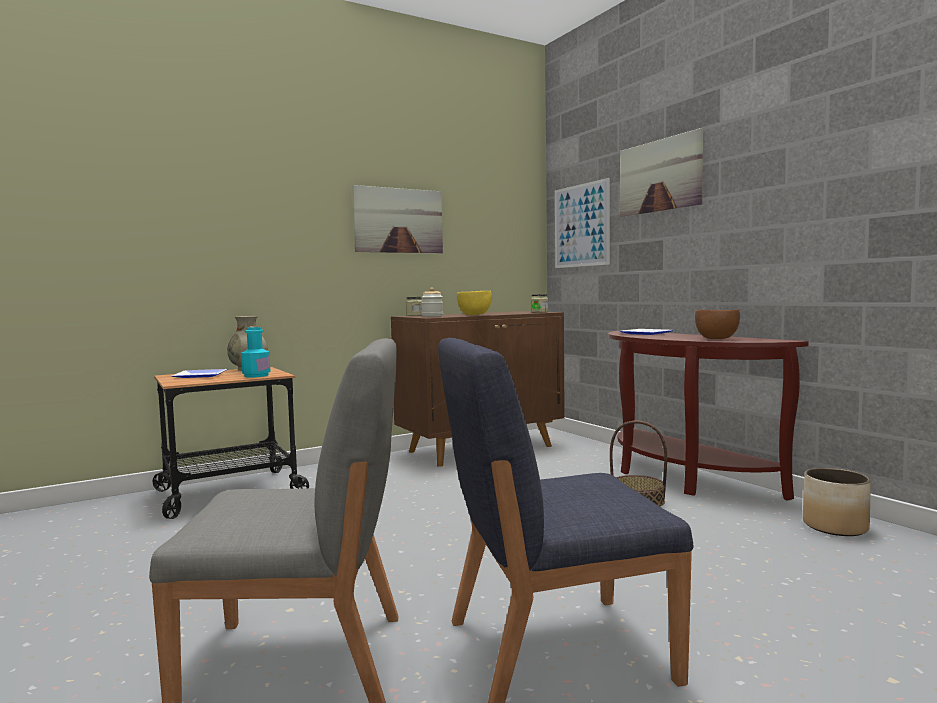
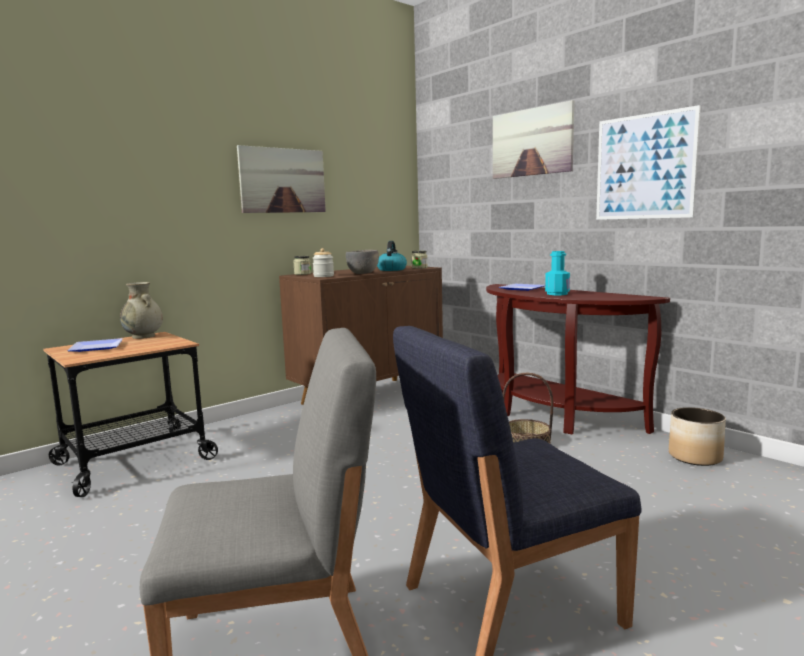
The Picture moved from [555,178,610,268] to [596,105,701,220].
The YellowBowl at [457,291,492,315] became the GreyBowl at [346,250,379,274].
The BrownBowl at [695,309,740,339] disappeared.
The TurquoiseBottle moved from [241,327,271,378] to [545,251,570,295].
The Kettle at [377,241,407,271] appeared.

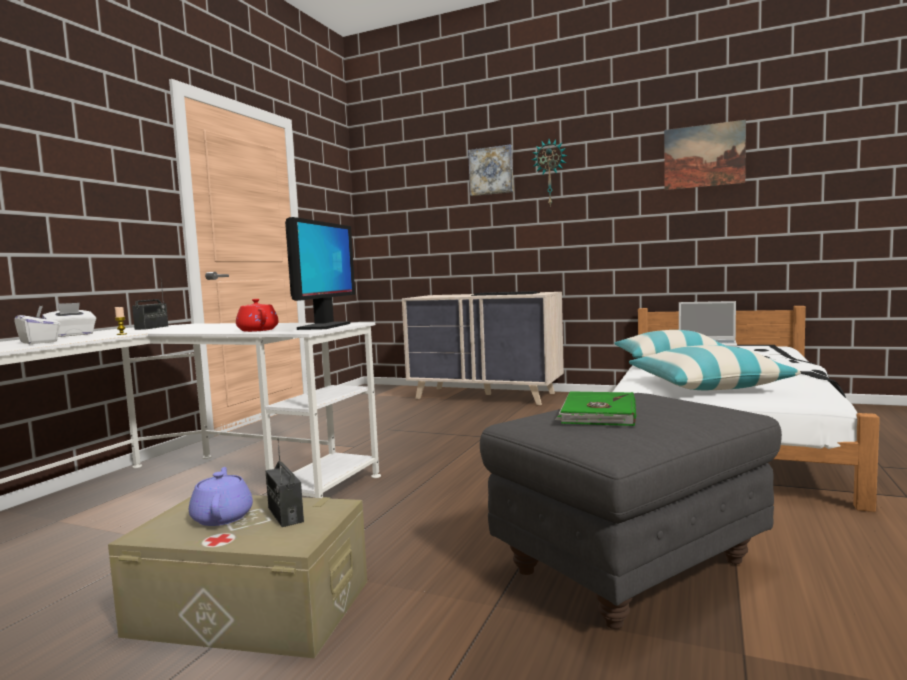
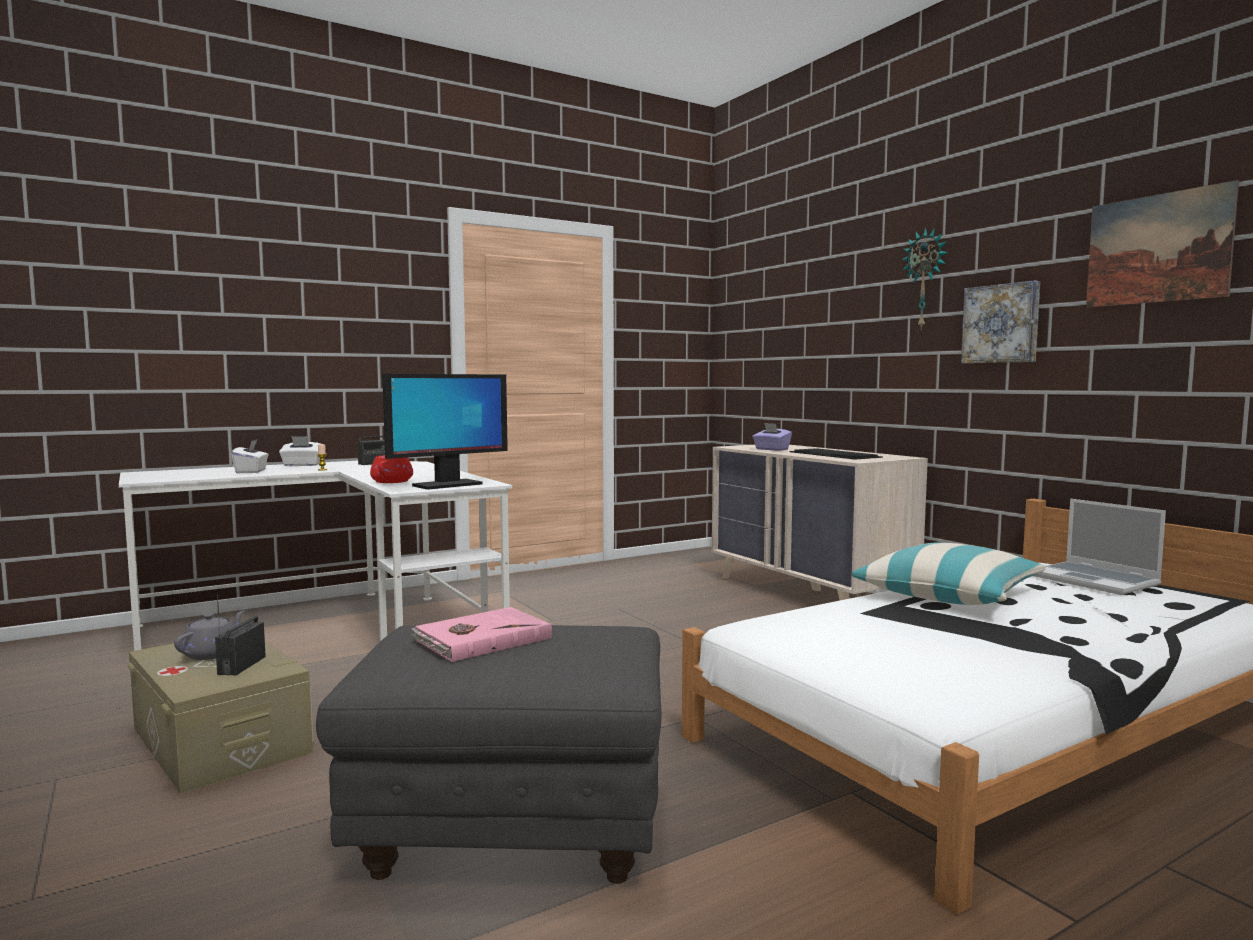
The Picture moved from [468,144,514,196] to [961,280,1040,363].
The Pillow at [629,345,801,390] disappeared.
The GreenBook at [555,392,636,426] became the PinkBook at [411,607,552,662].
The PurpleTeapot at [189,467,253,526] became the GreyTeapot at [174,610,245,660].
The PurpleTissueBox at [753,423,792,451] appeared.

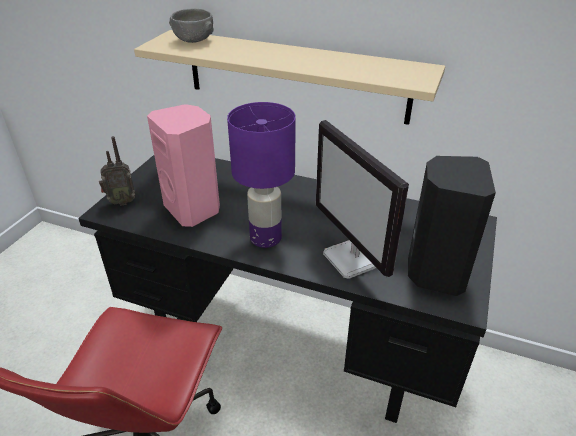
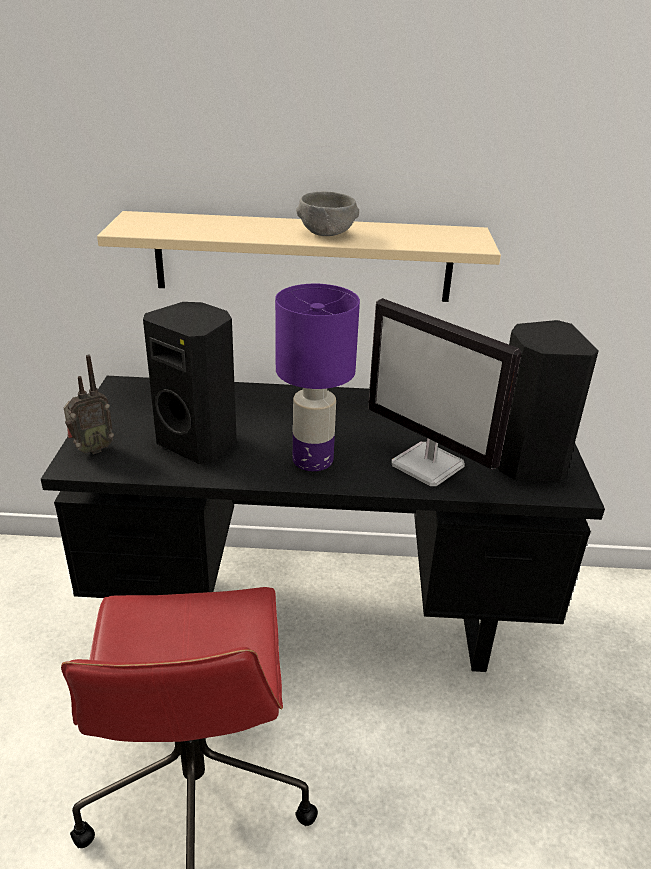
The GreyBowl moved from [169,9,214,43] to [296,192,359,236].
The PinkSpeaker at [147,104,220,227] became the BlackSpeaker at [143,302,237,464].

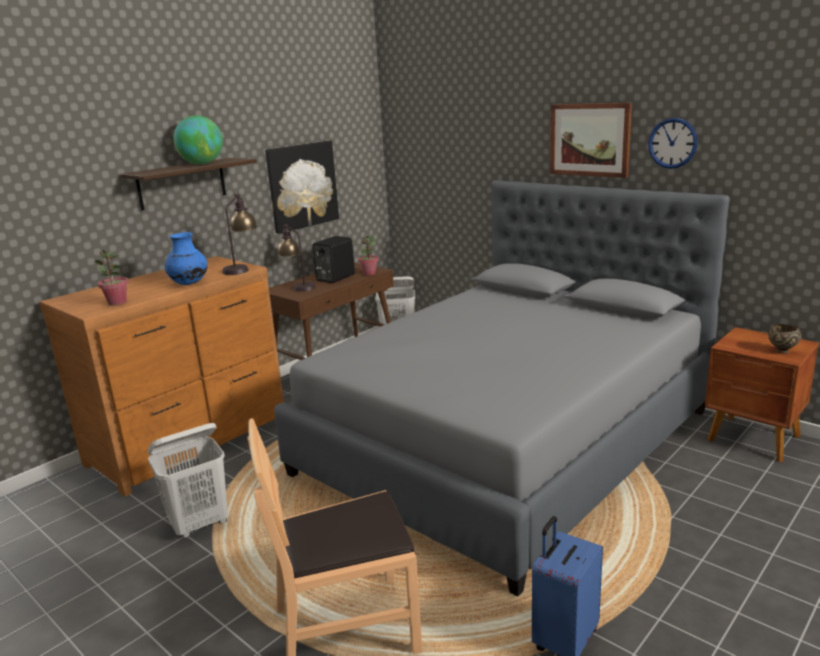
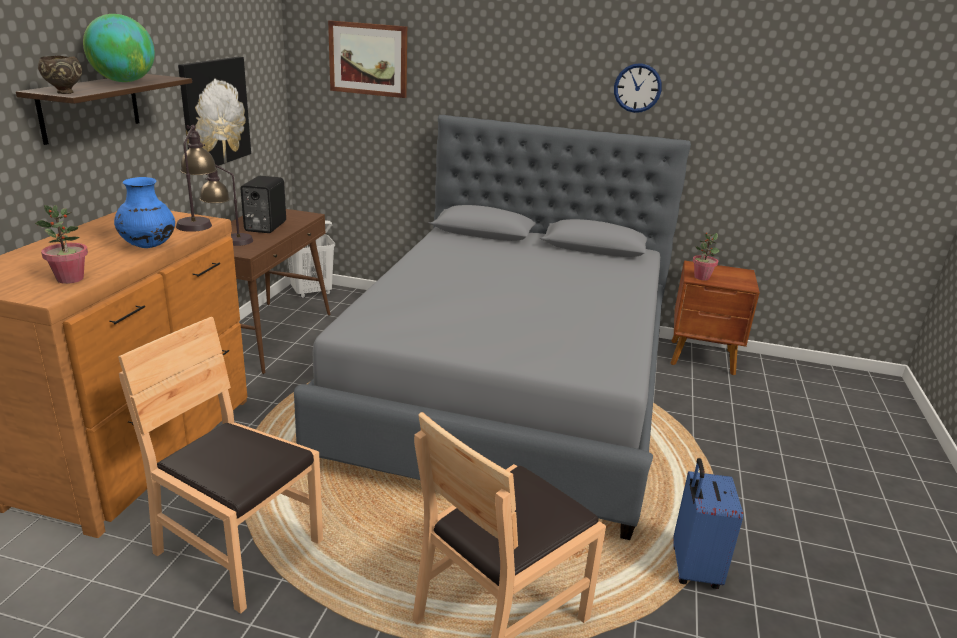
The Picture moved from [550,103,632,178] to [328,21,407,98].
The PottedPlant moved from [358,235,379,275] to [692,233,719,281].
The BrownBowl moved from [768,324,801,354] to [38,56,82,94].
The WhiteLaundryBasket at [147,423,228,538] was replaced by the BrownChair at [118,317,323,614].

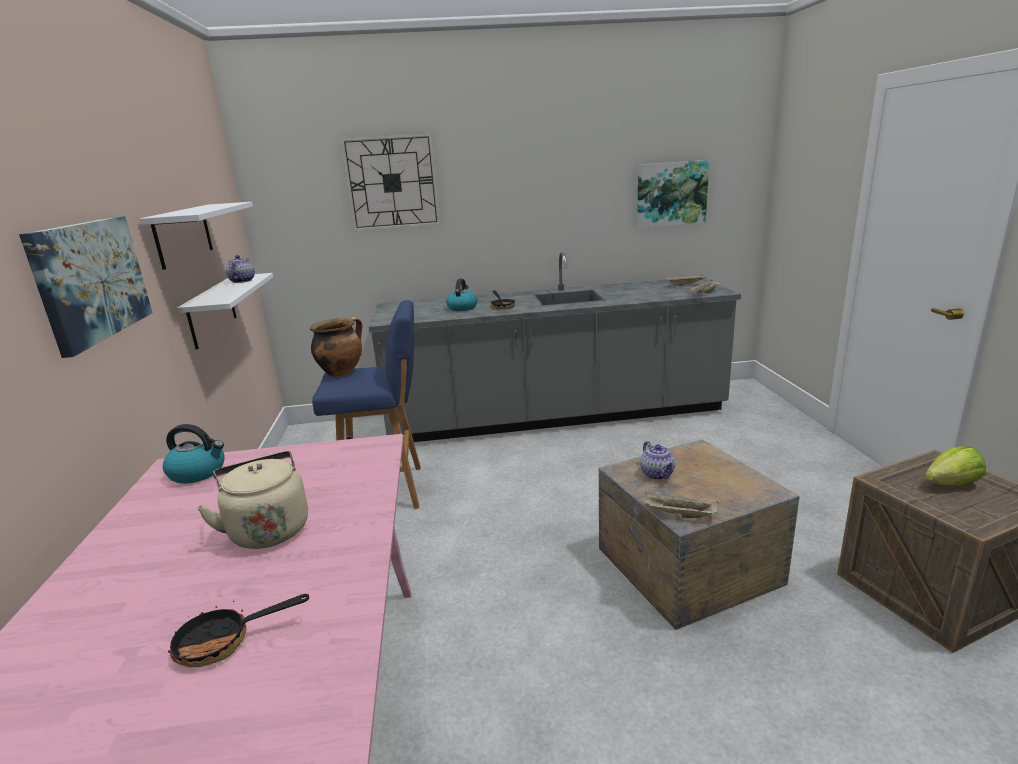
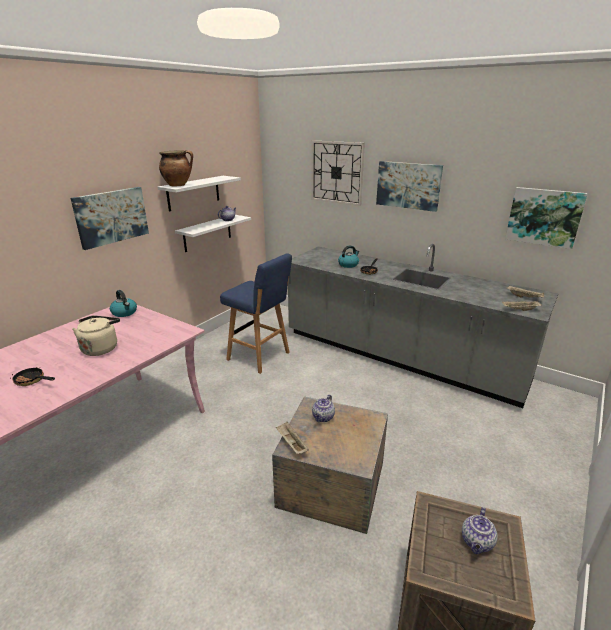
The CookingPot moved from [310,317,362,377] to [159,150,193,186].
The Lettuce at [925,446,986,485] was replaced by the Teapot at [462,507,498,554].
The Picture at [376,161,443,212] appeared.

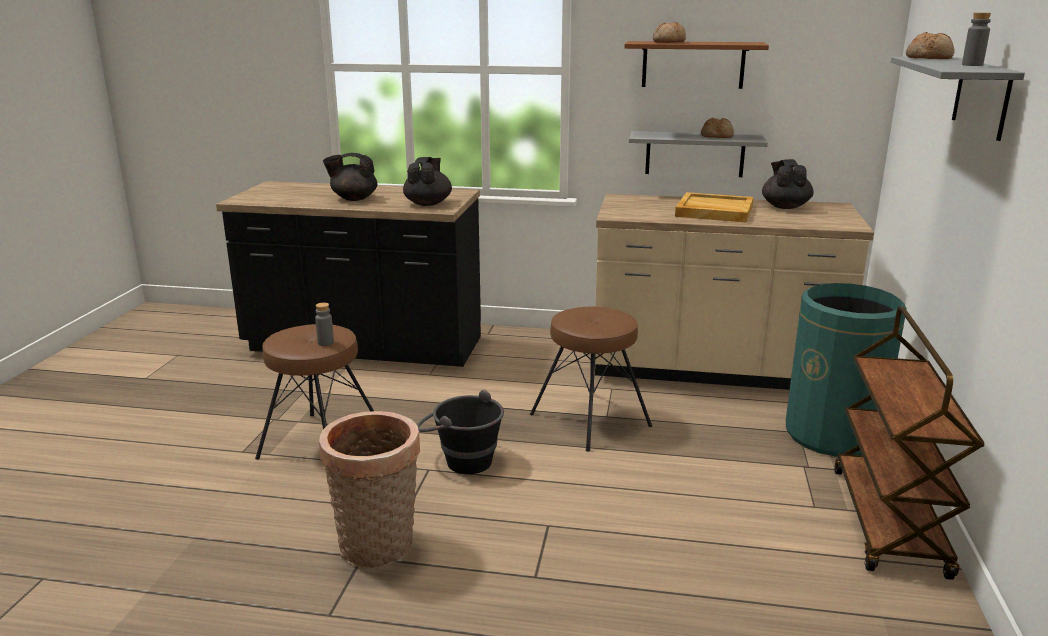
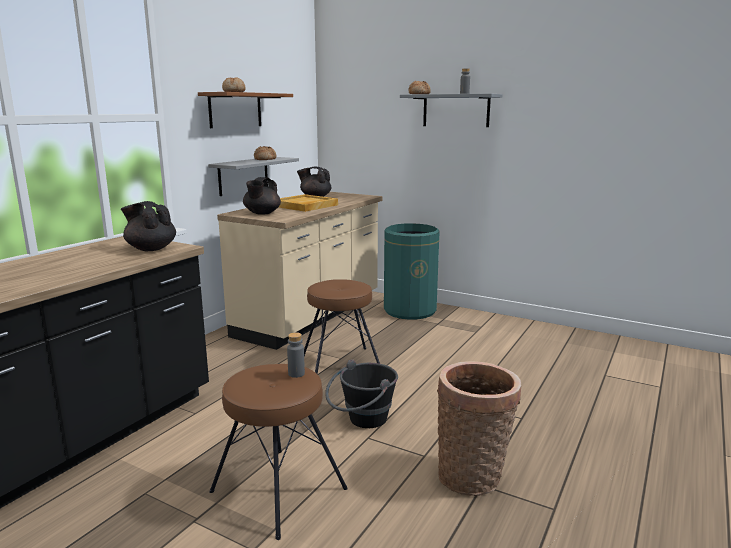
The BlackTeapot moved from [323,153,377,201] to [243,177,281,215].
The BrownCart at [834,306,984,580] disappeared.

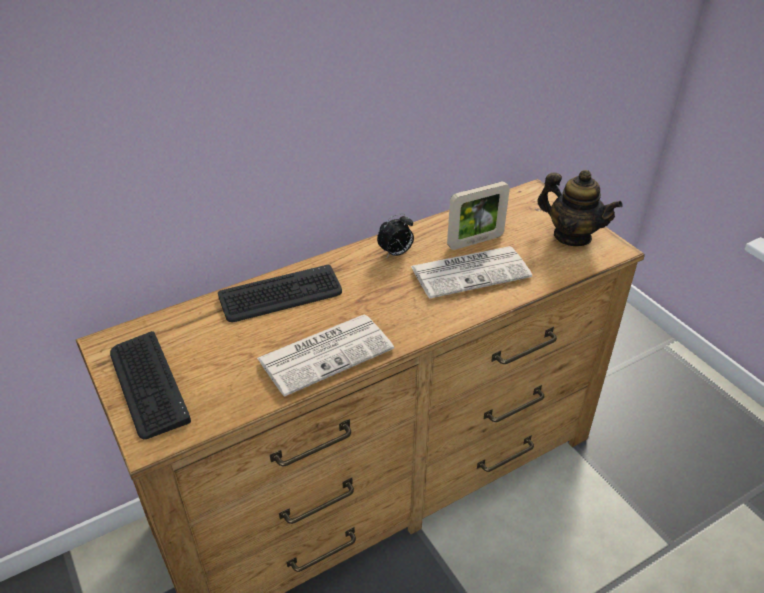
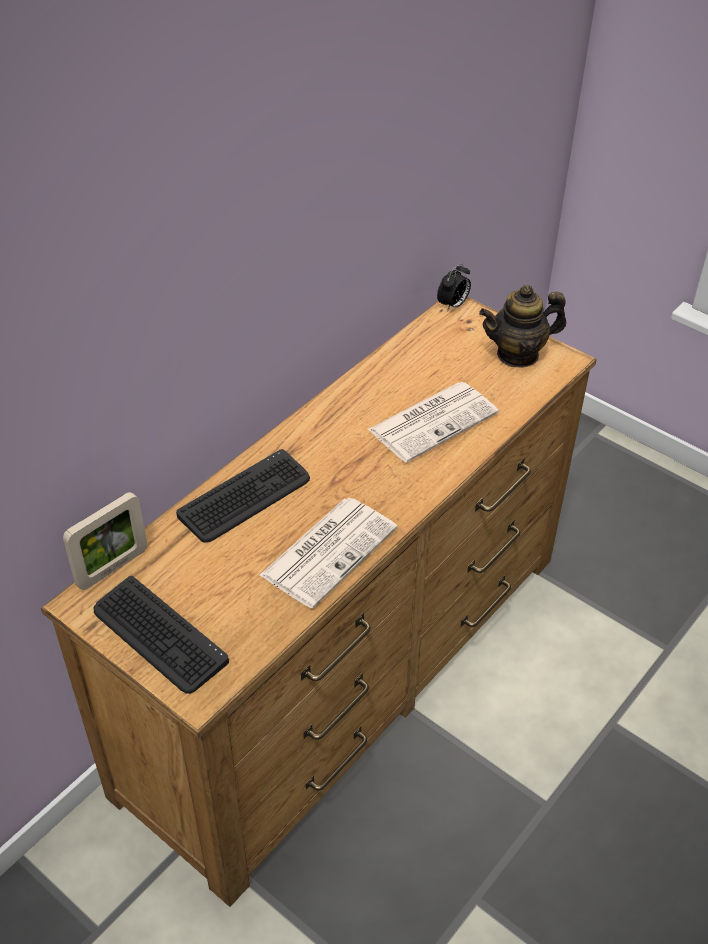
The Teapot at [537,170,623,246] turned 150 degrees clockwise.
The PictureFrame moved from [447,181,510,250] to [63,492,147,590].
The AlarmClock moved from [377,213,414,257] to [437,263,471,312].

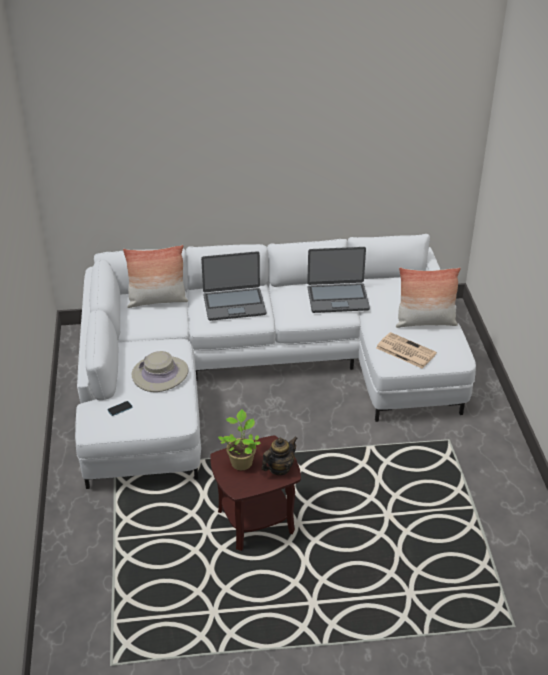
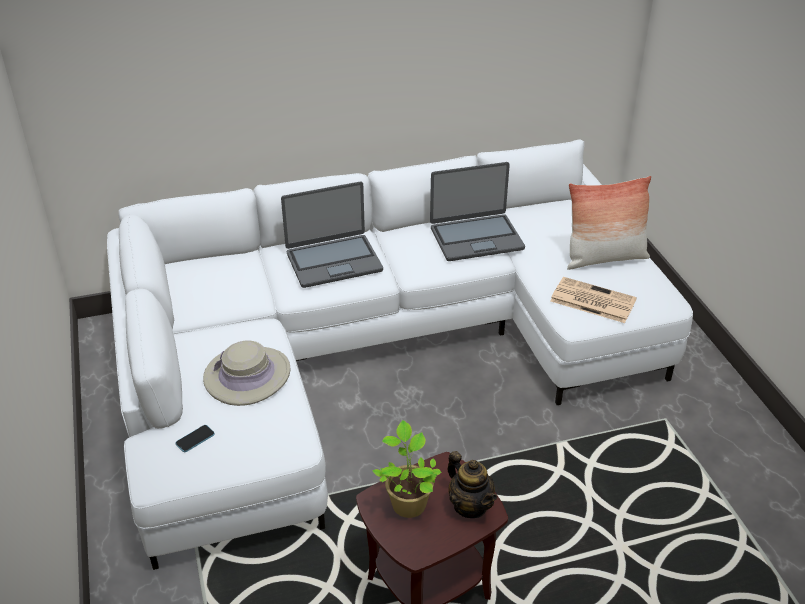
The Pillow at [123,245,188,308] disappeared.
The Teapot at [262,437,298,475] turned 105 degrees clockwise.

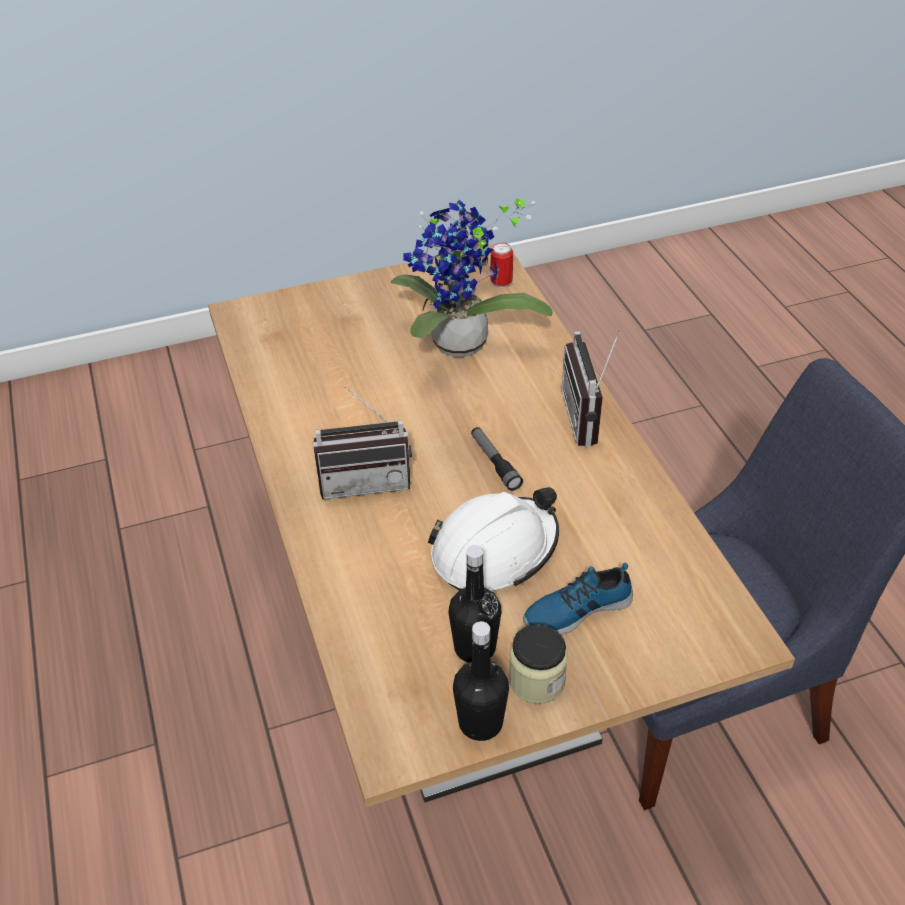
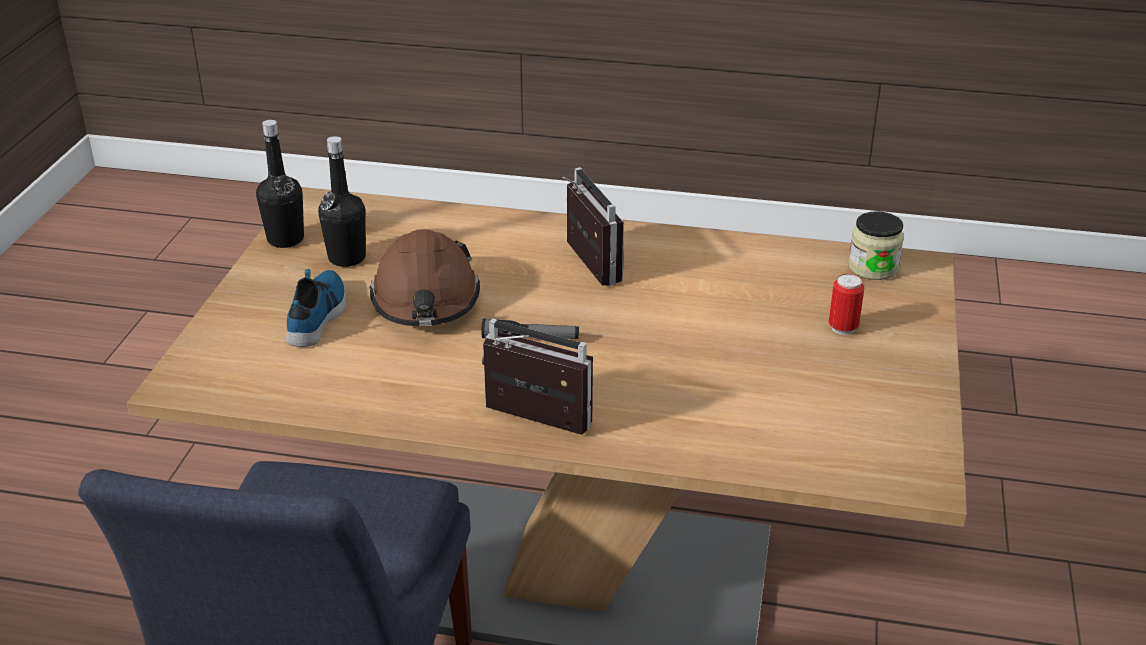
The PottedPlant at [391,198,553,357] disappeared.
The Can moved from [490,243,513,288] to [829,274,864,335].
The Radio at [313,386,412,499] turned 135 degrees clockwise.
The WhiteHardHat at [428,487,559,591] became the BrownHardHat at [369,229,480,326].
The Jar moved from [509,624,568,704] to [848,211,904,280].

